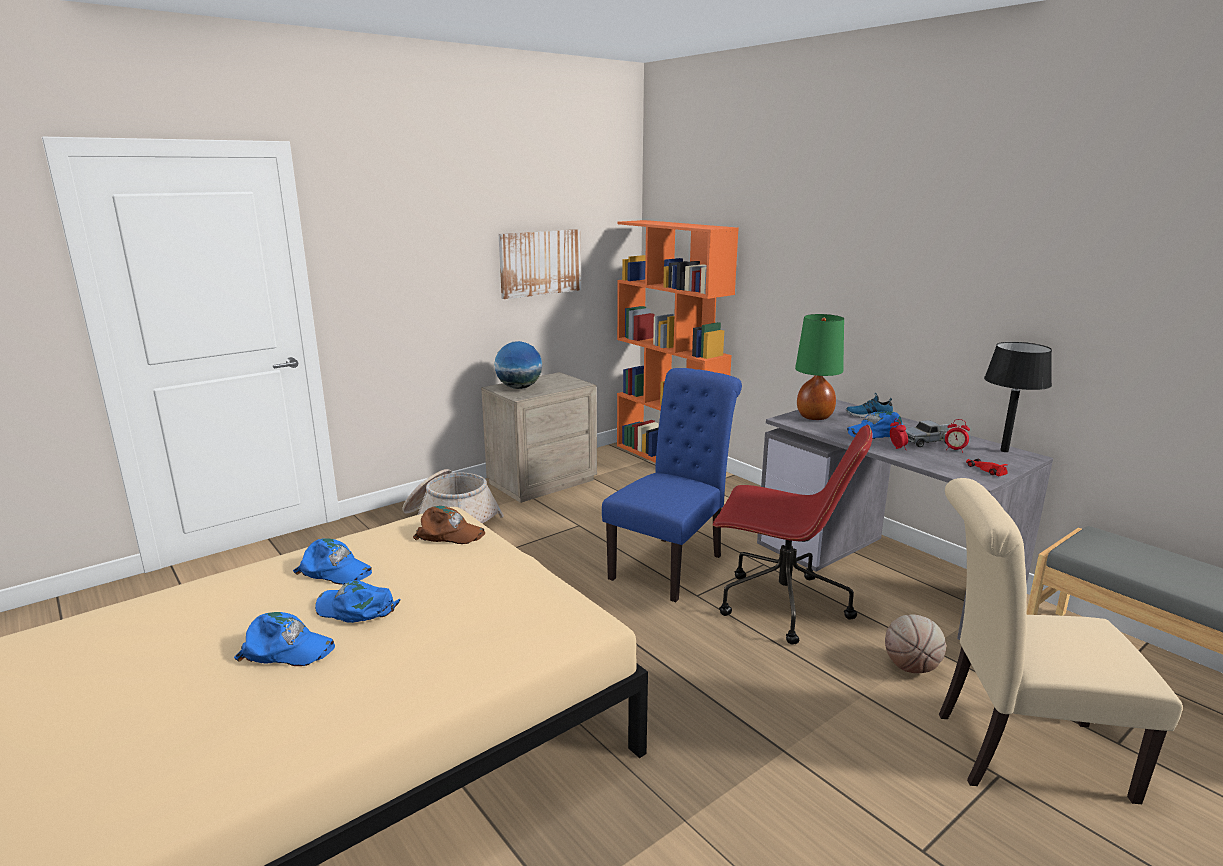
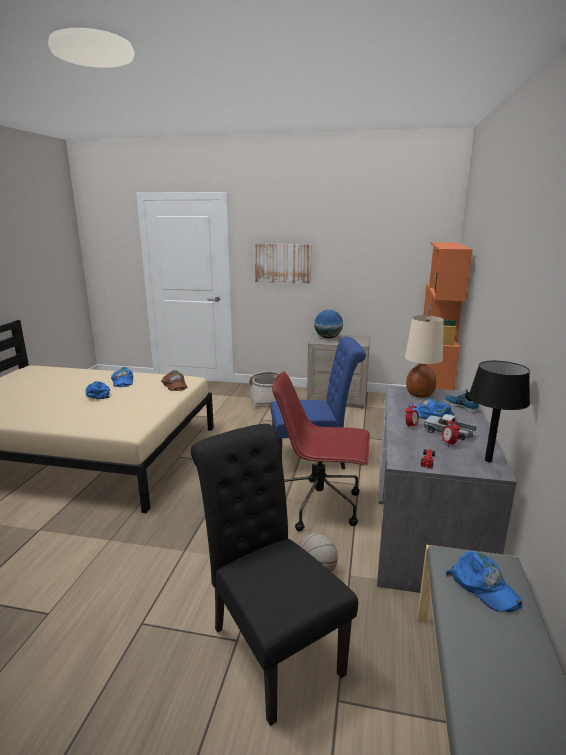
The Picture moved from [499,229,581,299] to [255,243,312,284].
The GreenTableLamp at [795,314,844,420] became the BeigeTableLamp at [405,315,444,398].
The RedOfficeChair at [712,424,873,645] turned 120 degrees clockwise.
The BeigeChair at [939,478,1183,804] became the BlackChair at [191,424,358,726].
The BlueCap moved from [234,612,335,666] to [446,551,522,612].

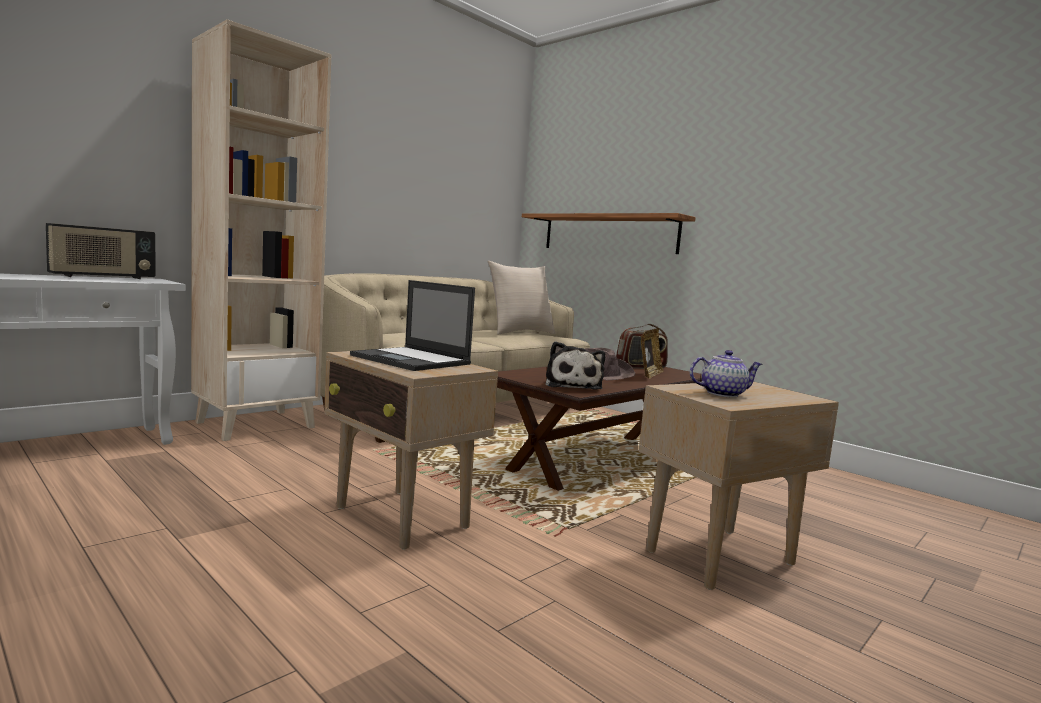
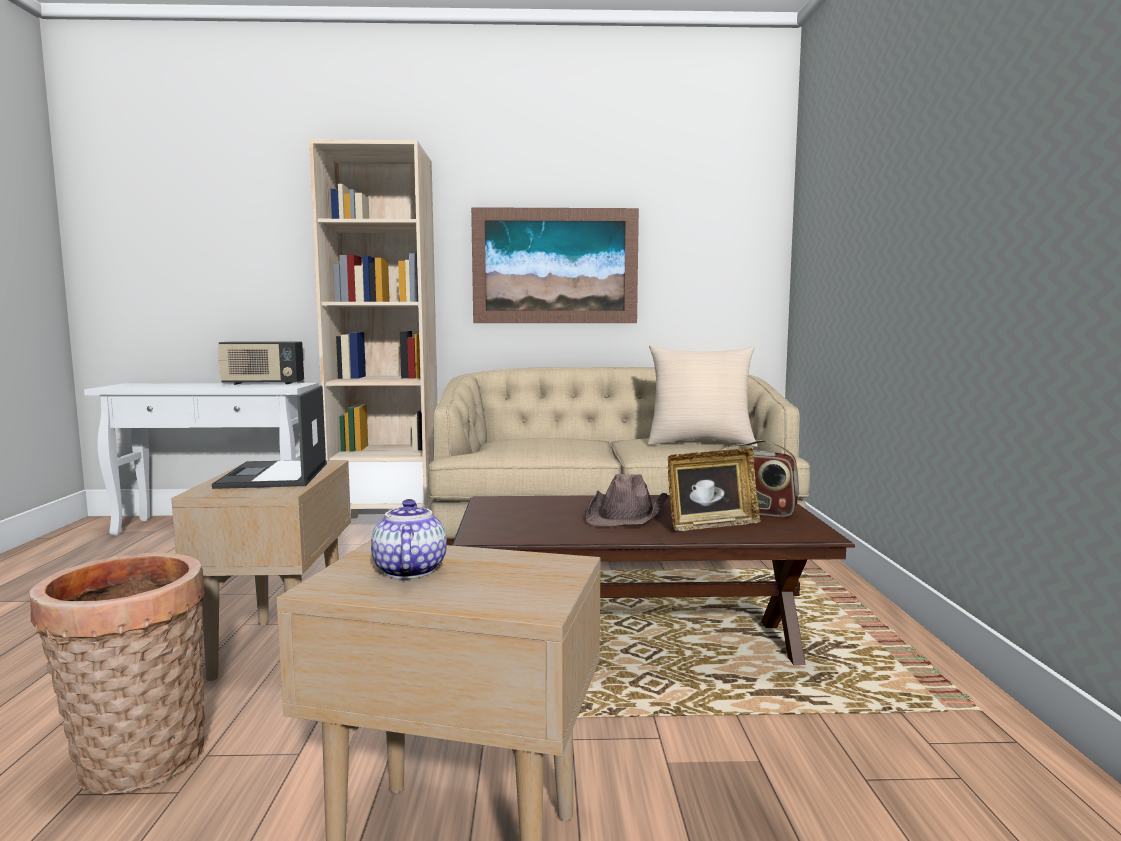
The Shelf at [522,213,696,254] disappeared.
The PlushToy at [546,341,605,390] disappeared.
The Teapot at [690,350,763,398] turned 135 degrees counterclockwise.
The Picture at [471,207,639,323] appeared.
The Basket at [29,552,205,794] appeared.

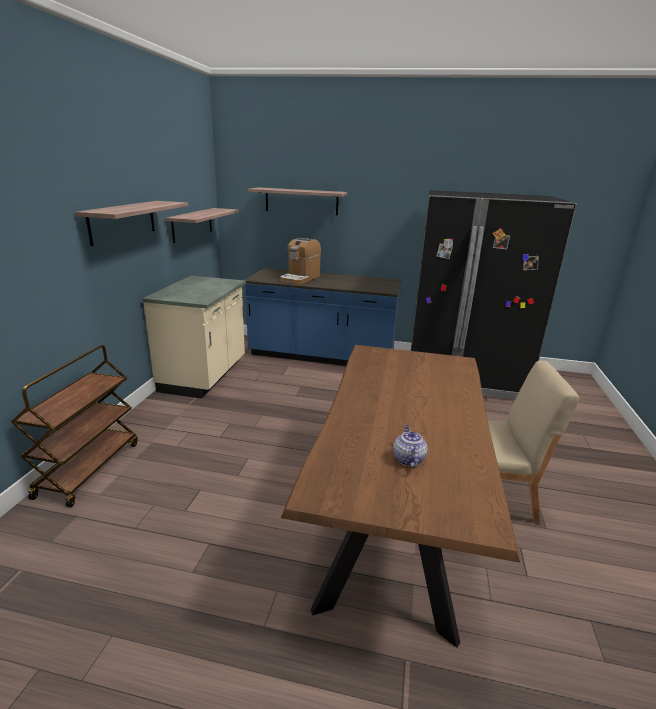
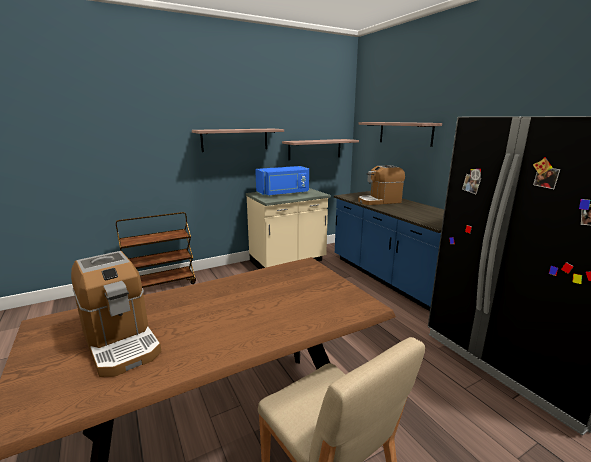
The Teapot at [393,425,428,468] was replaced by the CoffeeMachine at [71,251,161,377].
The BlueMicrowave at [255,166,309,196] appeared.

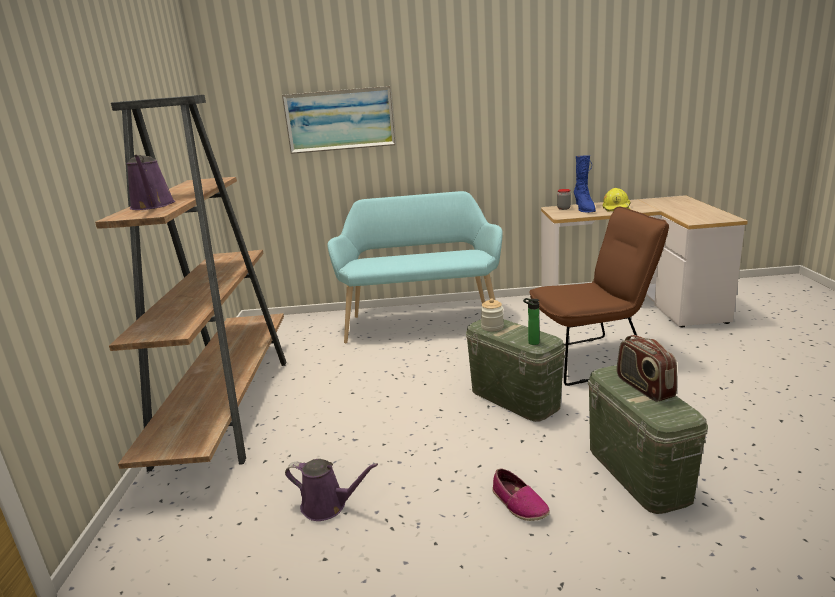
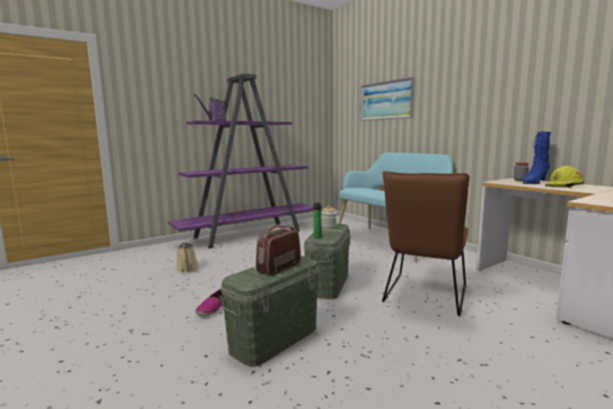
The BrownBookcase at [95,95,287,472] became the PurpleBookcase at [168,74,313,249].
The BrownChair at [529,207,669,386] turned 75 degrees clockwise.
The PurpleWateringCan at [285,459,378,521] became the BeigeWateringCan at [175,242,199,273].

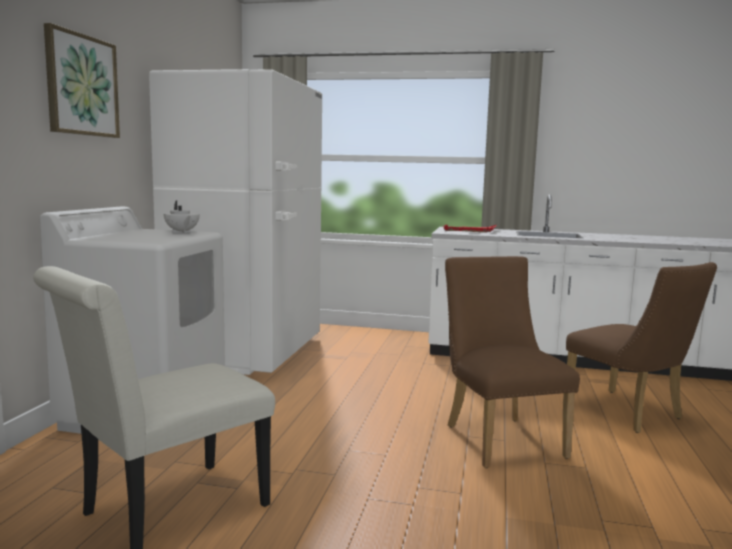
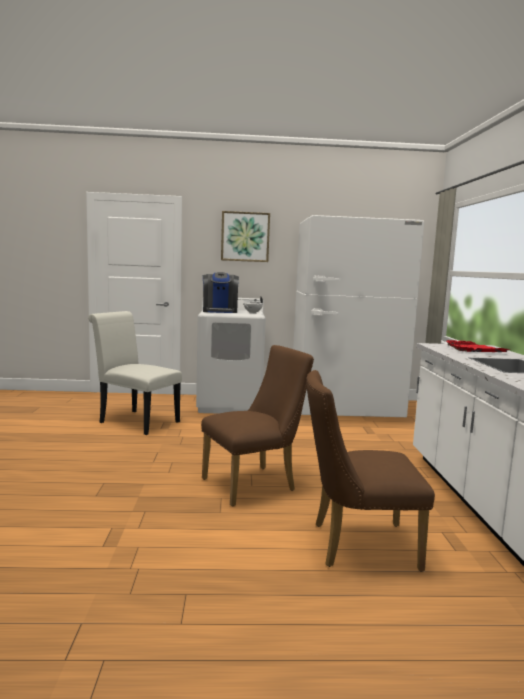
The BrownChair at [563,262,717,433] turned 45 degrees clockwise.
The CoffeeMachine at [203,272,239,313] appeared.

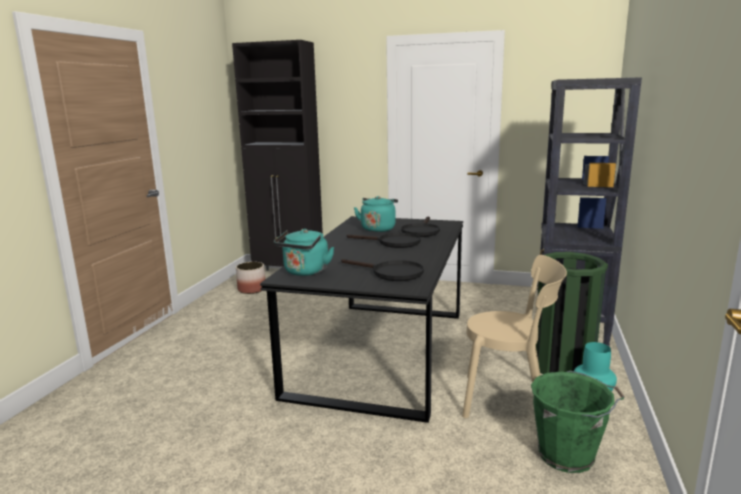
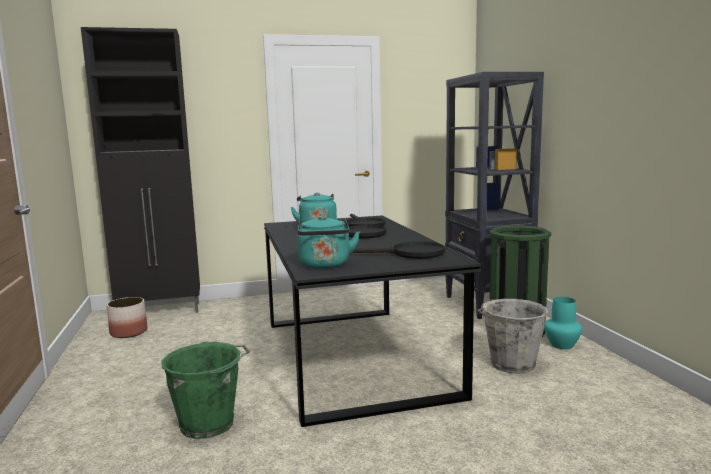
The BeigeChair at [462,255,567,418] was replaced by the GreyBucket at [477,299,548,374].
The GreenBucket moved from [531,371,625,473] to [161,342,250,439].

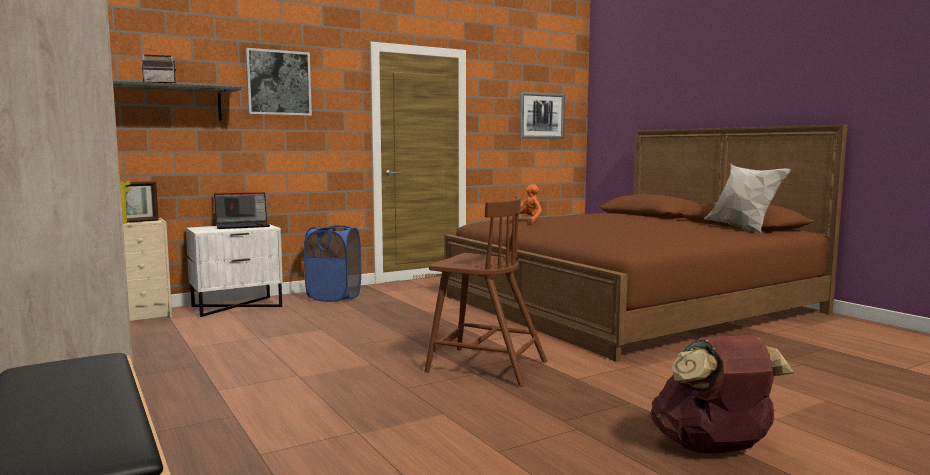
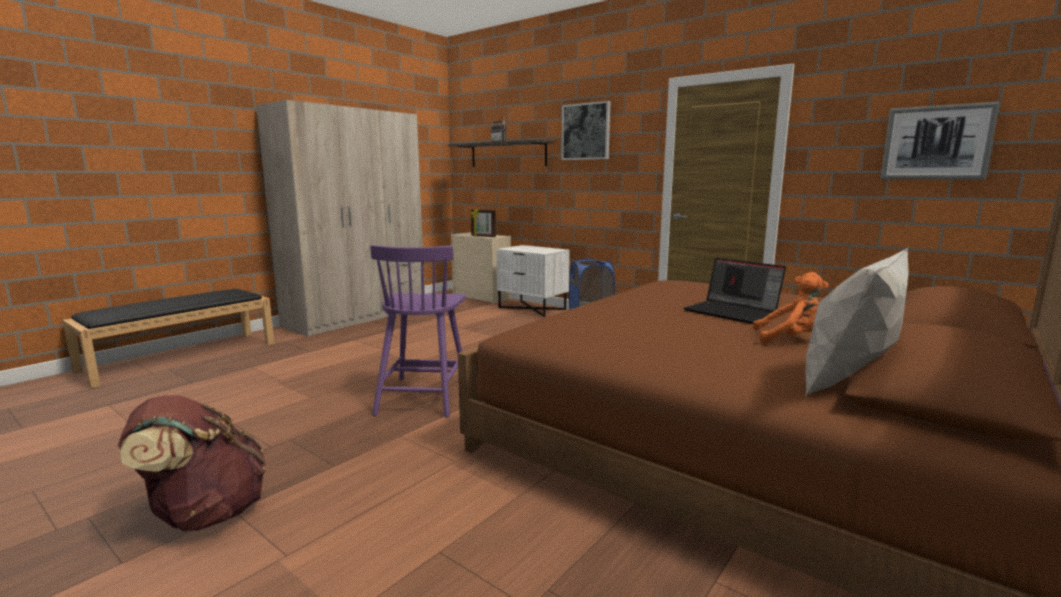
The OrangePlushToy moved from [510,184,542,224] to [753,272,829,344].
The Laptop moved from [214,192,270,229] to [684,258,786,324].
The BrownChair at [425,196,547,387] became the PurpleChair at [370,245,466,418].

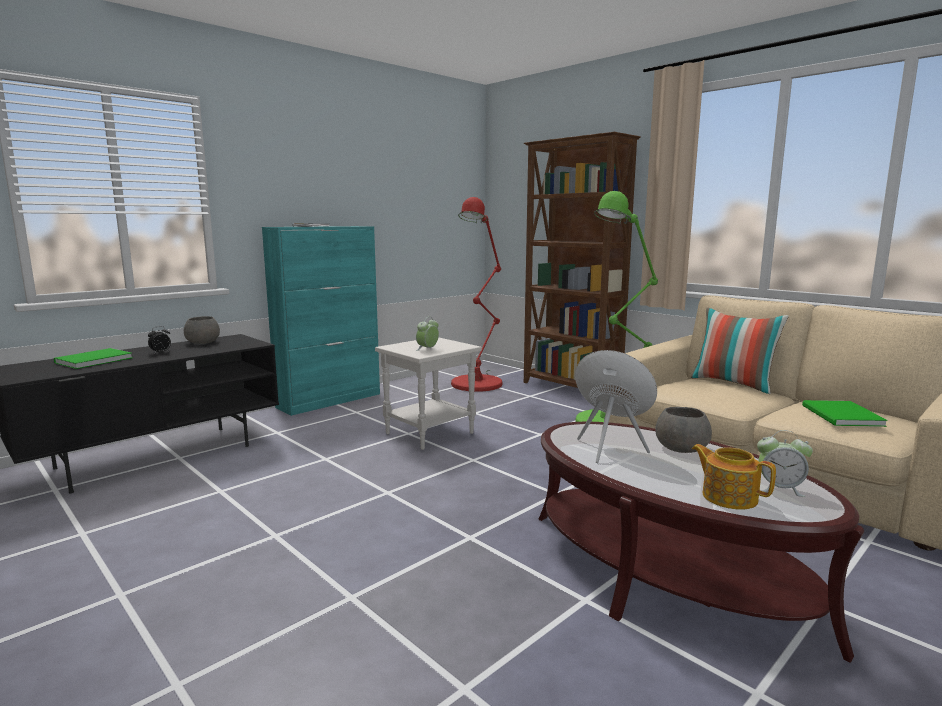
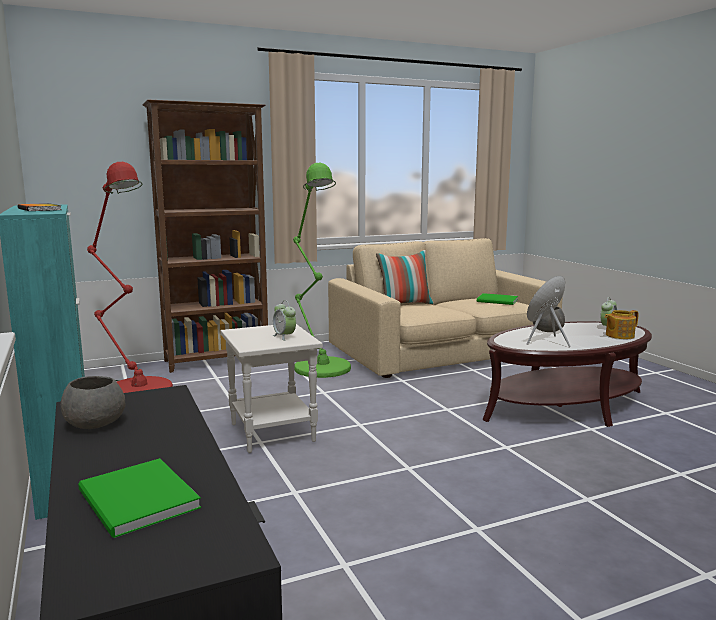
The AlarmClock at [148,326,171,354] disappeared.

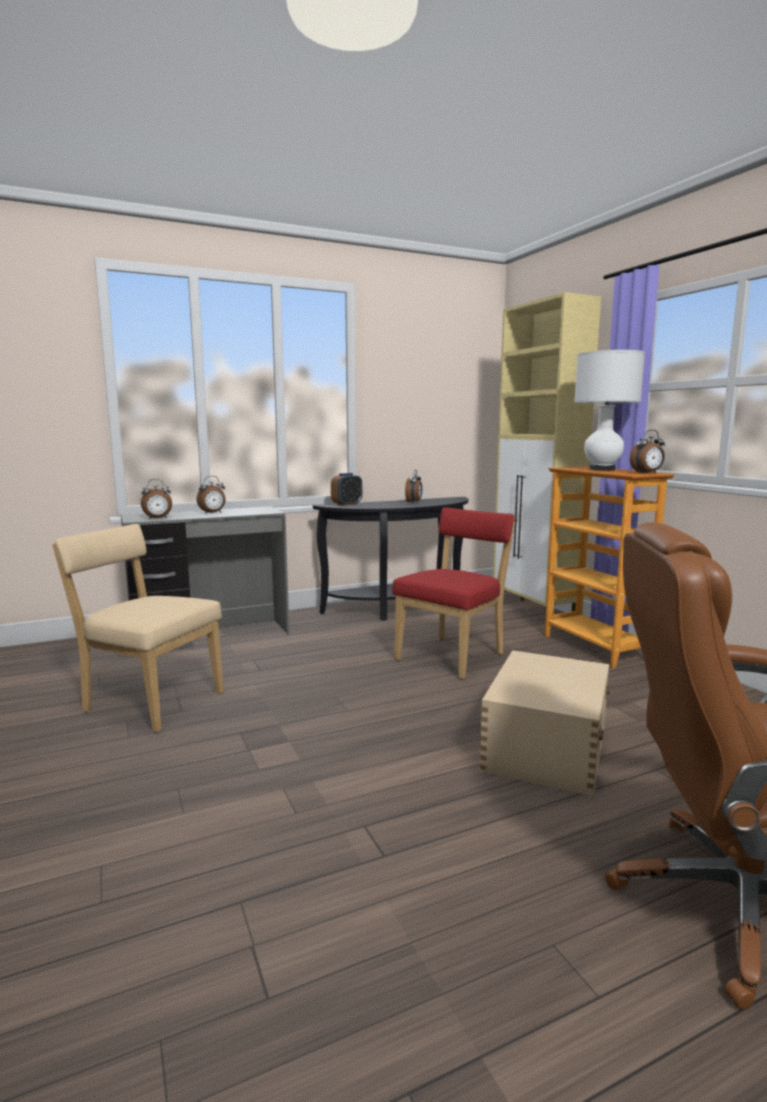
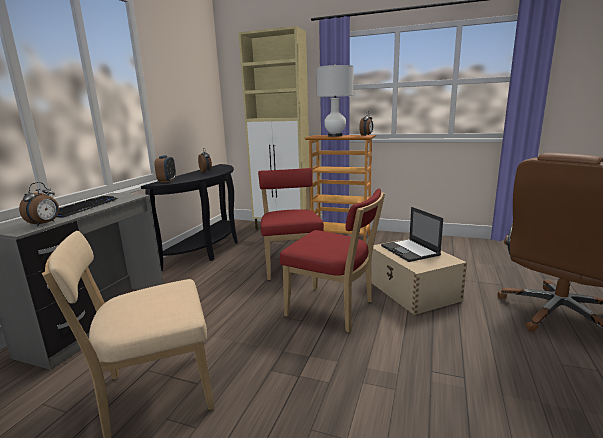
The AlarmClock at [196,476,226,513] was replaced by the Keyboard at [57,196,118,218].
The RedChair at [280,189,385,332] appeared.
The Laptop at [381,207,443,262] appeared.

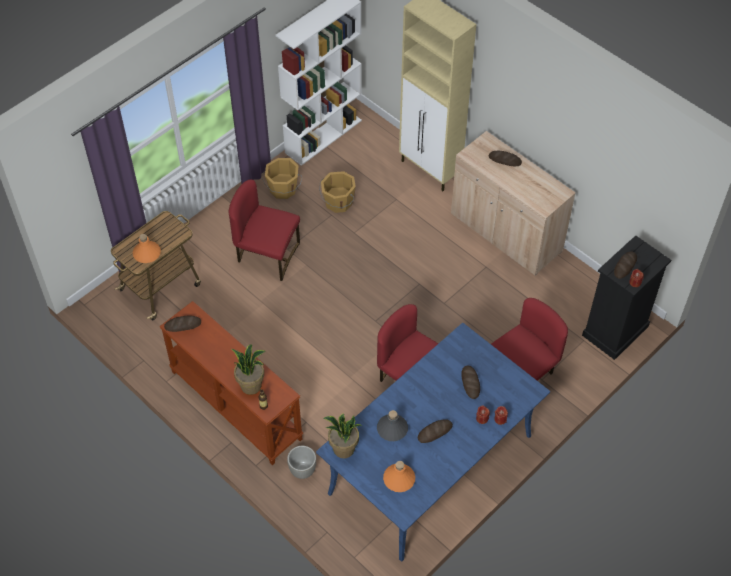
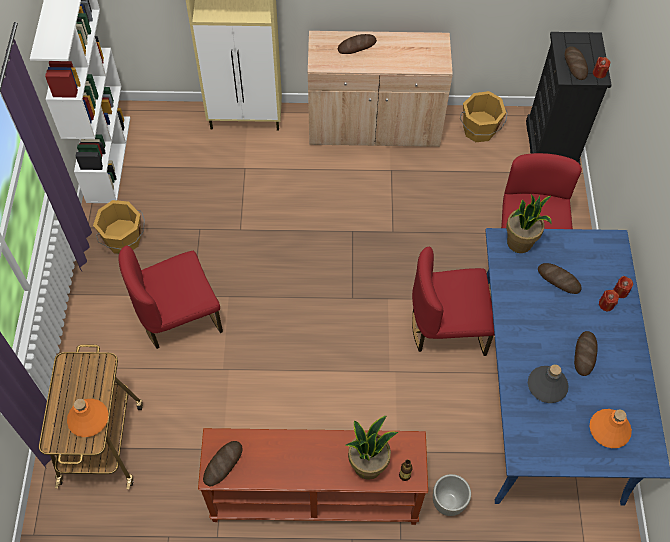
The OrangeBucket moved from [319,171,356,213] to [460,91,508,142].
The PottedPlant moved from [323,413,362,458] to [506,195,552,253].

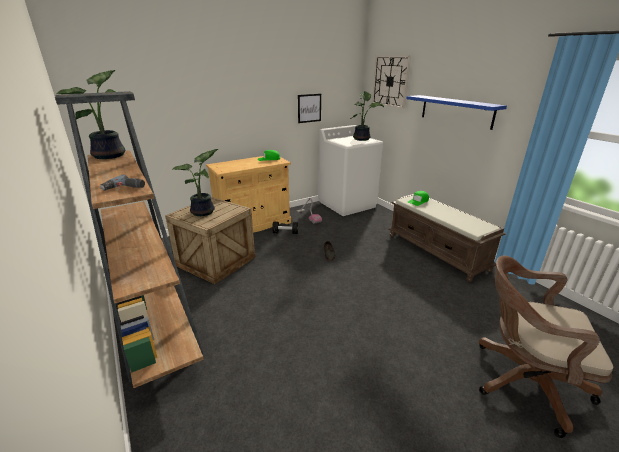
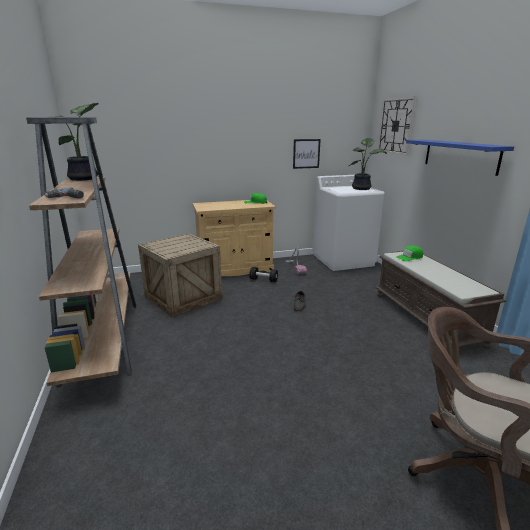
The PottedPlant at [172,149,218,216] disappeared.

